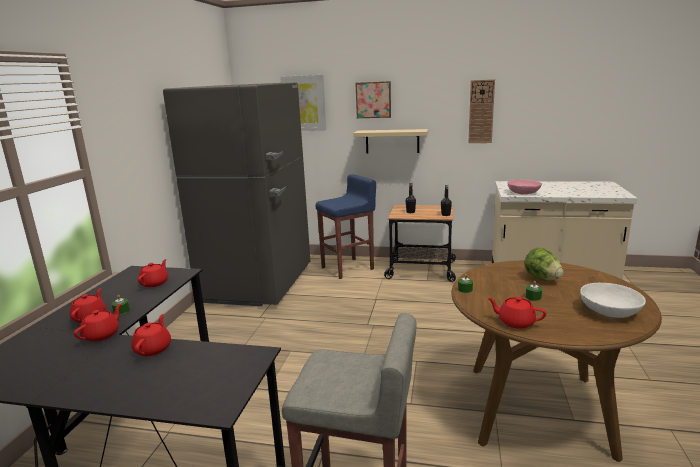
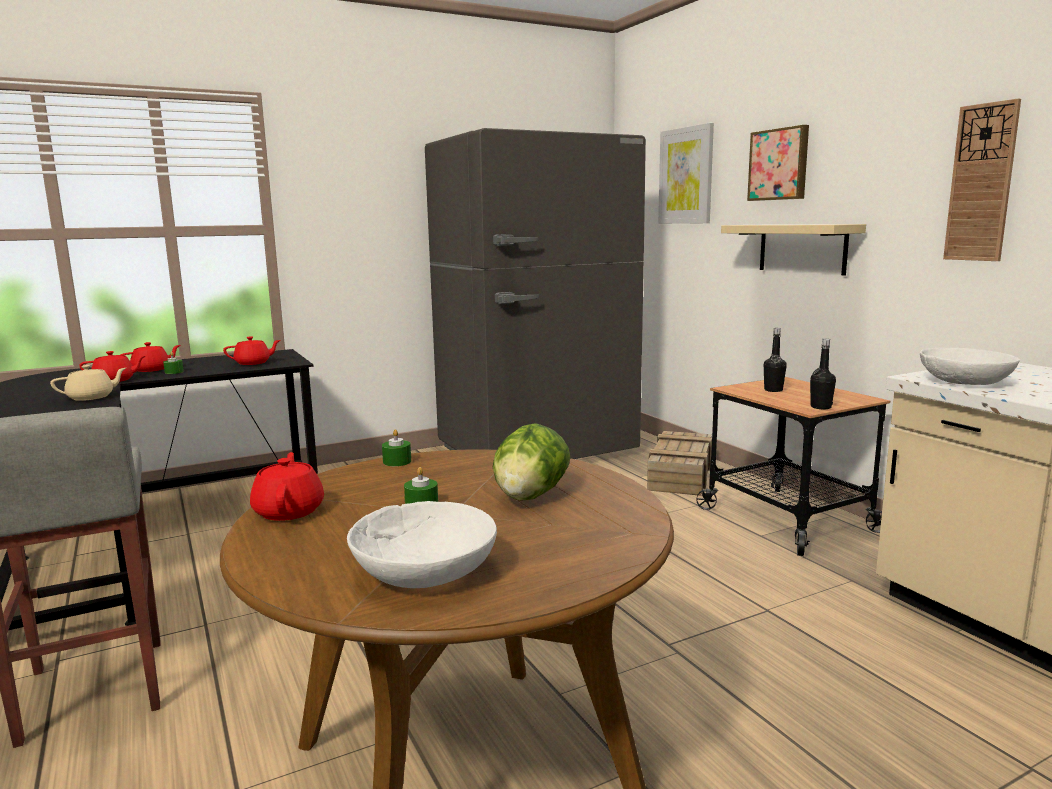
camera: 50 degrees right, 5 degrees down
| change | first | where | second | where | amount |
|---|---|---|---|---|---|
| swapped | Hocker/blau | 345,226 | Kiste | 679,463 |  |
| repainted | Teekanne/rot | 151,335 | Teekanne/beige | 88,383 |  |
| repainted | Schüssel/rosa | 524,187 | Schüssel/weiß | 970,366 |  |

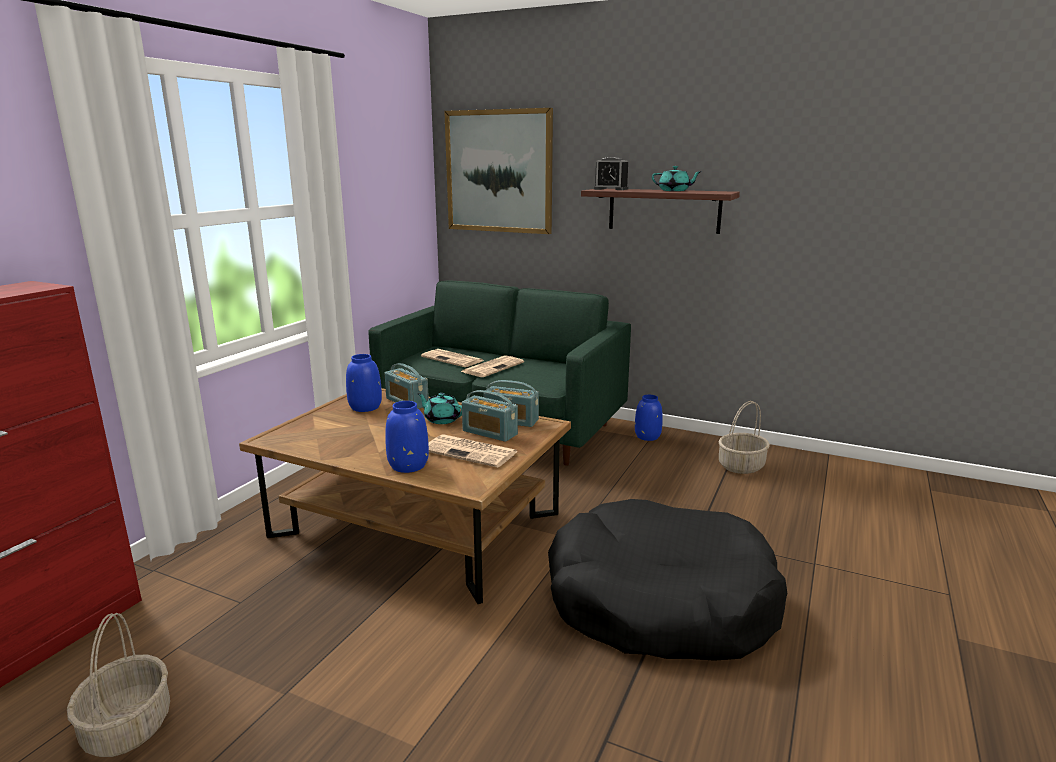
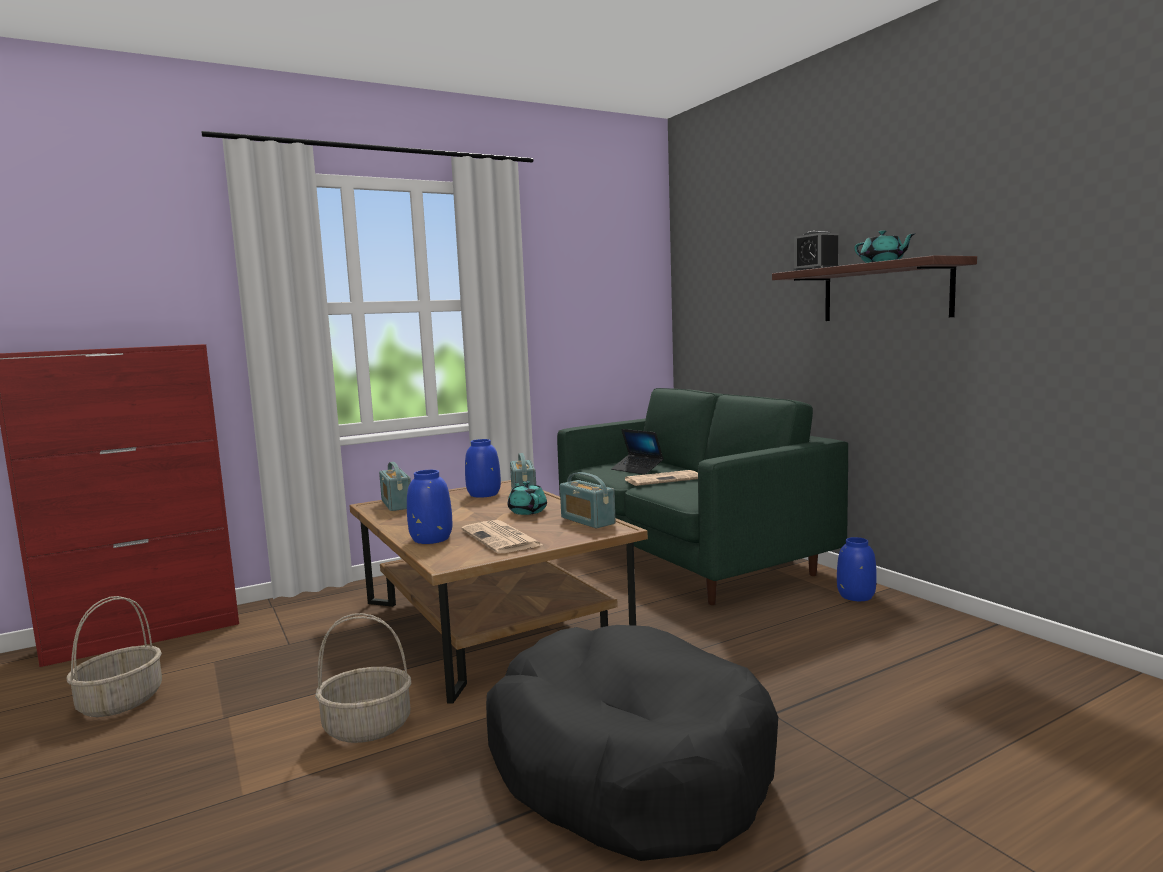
camera: 35 degrees right, 10 degrees down
| change | first | where | second | where | amount |
|---|---|---|---|---|---|
| gone | Bild | 498,171 |  |  |  |
| shifted | Radio | 490,416 |  | 395,486 |  |
| shifted | Korb | 744,437 |  | 363,678 |  |
| swapped | Zeitung | 452,358 | Laptop | 637,452 |  |

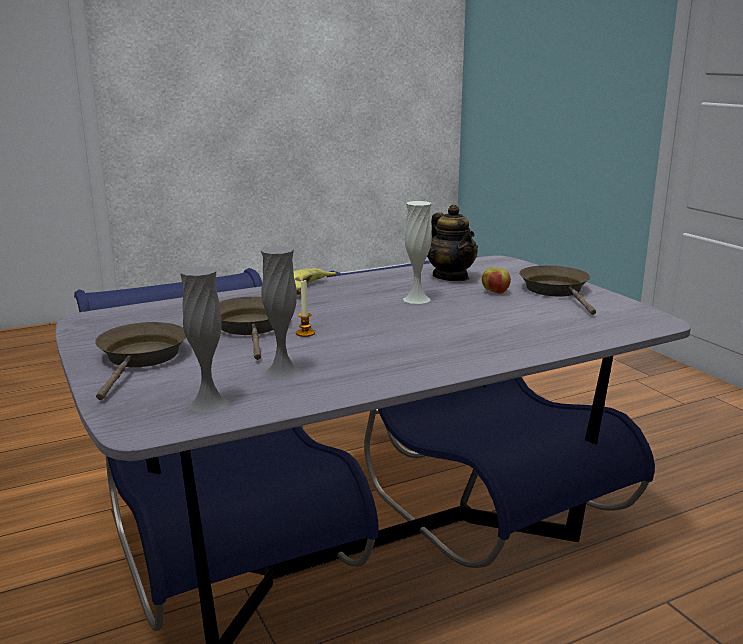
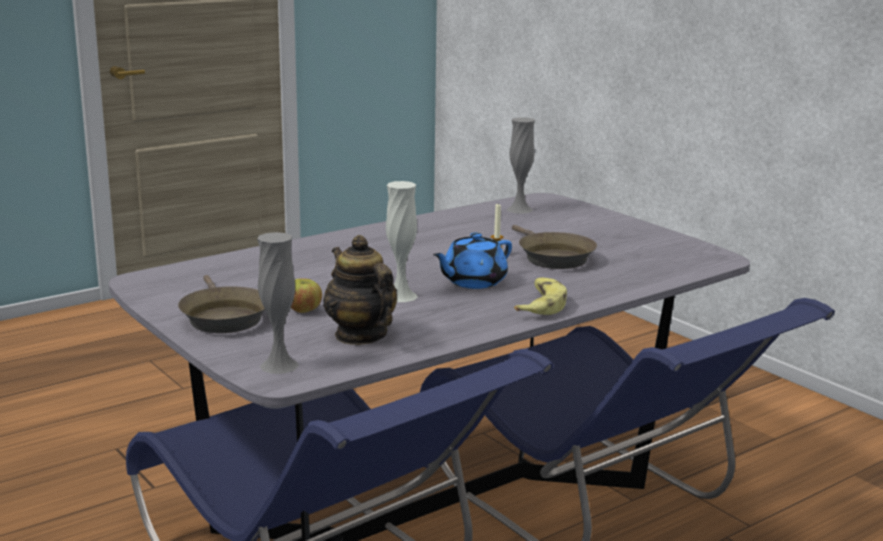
camera: 170 degrees right, 0 degrees up
| change | first | where | second | where | amount |
|---|---|---|---|---|---|
| gone | Pfanne/braun | 140,361 |  |  |  |
| new |  |  | Teekanne/blau | 472,261 |  |
| shifted | Vase/grau | 280,312 |  | 278,303 |  |

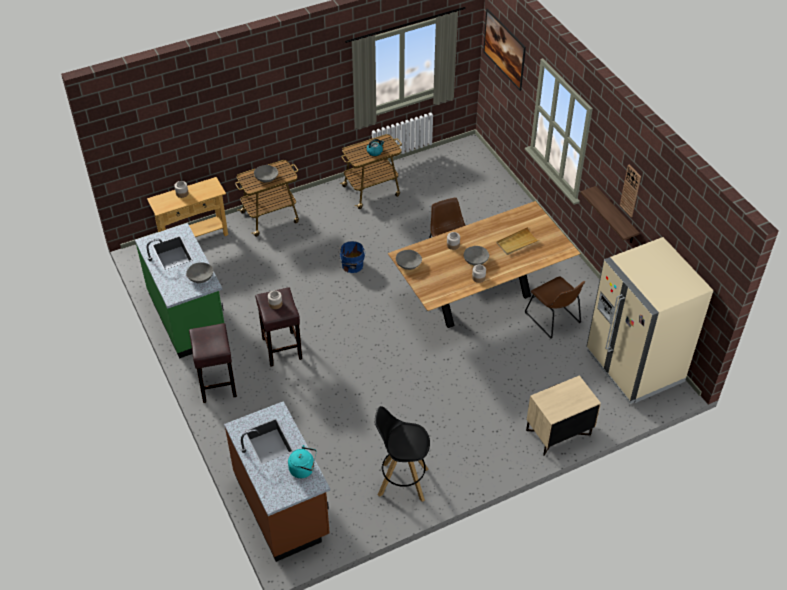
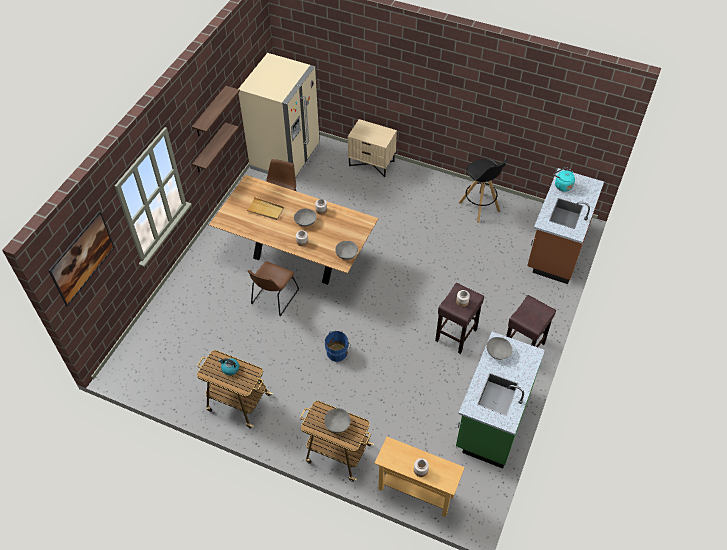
camera: 130 degrees left, 5 degrees up
| change | first | where | second | where | amount |
|---|---|---|---|---|---|
| swapped | Wanduhr | 630,191 | Wandregal | 216,111 |  |

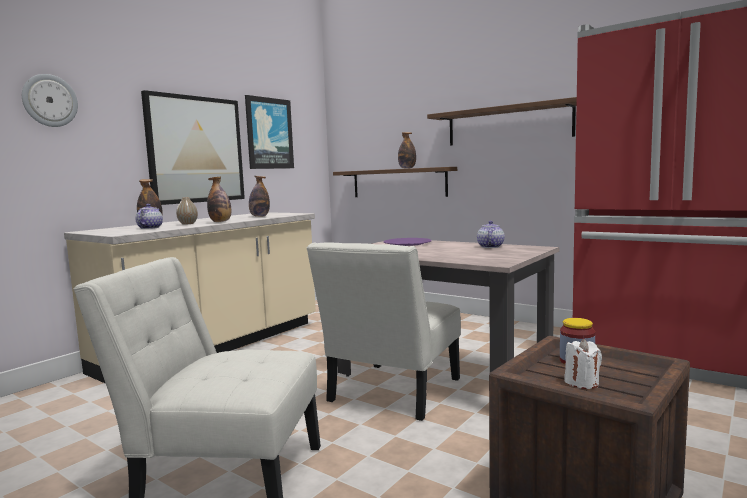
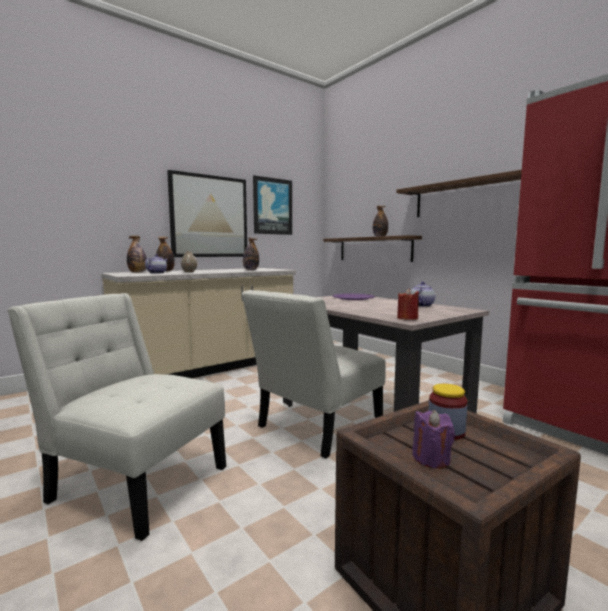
camera: 15 degrees right, 0 degrees up
| change | first | where | second | where | amount |
|---|---|---|---|---|---|
| gone | Wanduhr | 50,100 |  |  |  |
| new |  |  | Kerze/rot | 408,304 |  |
| shifted | Flasche | 219,199 |  | 137,254 |  |
| repainted | Kerze/weiß | 583,364 | Kerze/lila | 433,439 |  |

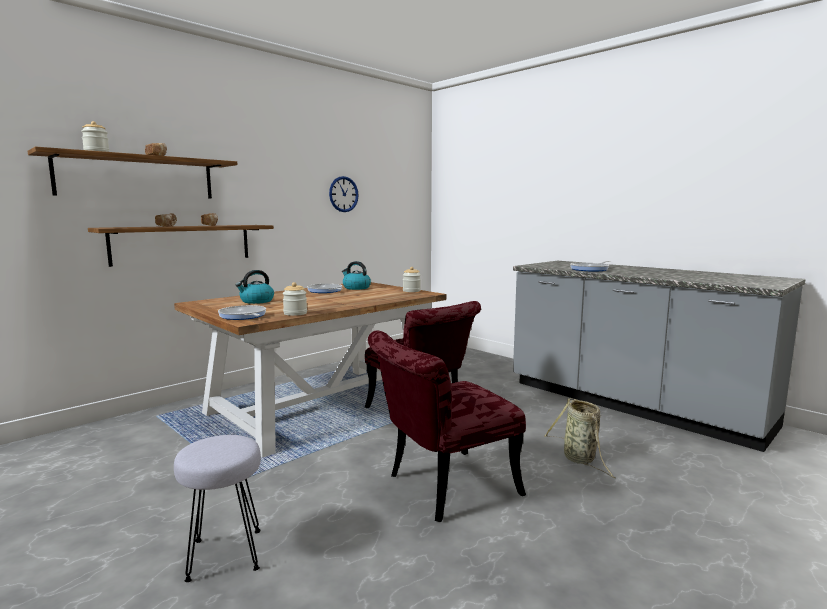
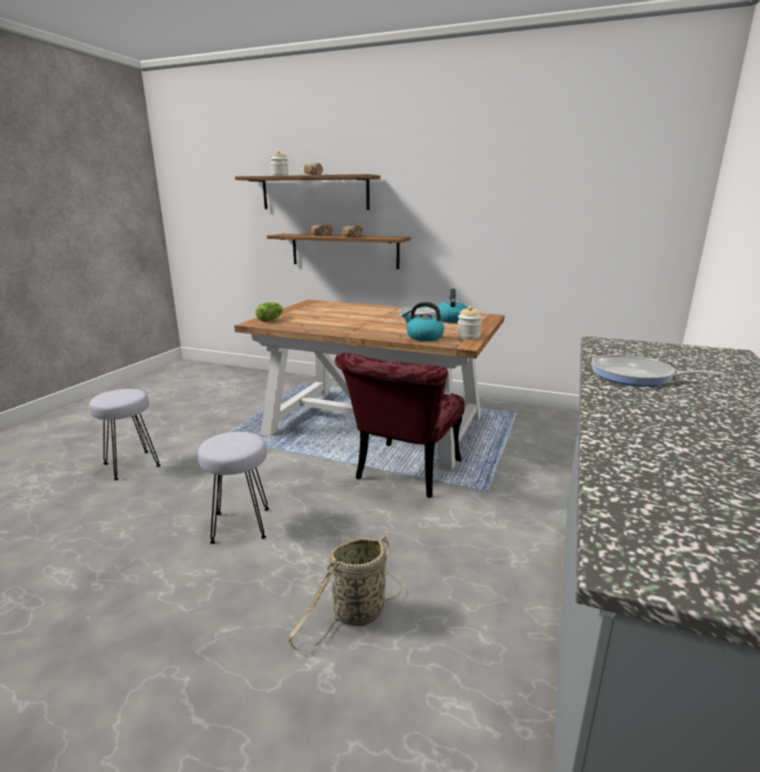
camera: 65 degrees right, 10 degrees up
| change | first | where | second | where | amount |
|---|---|---|---|---|---|
| gone | Vorratsglas | 295,299 |  |  |  |
| gone | Wanduhr | 344,194 |  |  |  |
| shifted | Wasserkessel | 255,287 |  | 423,321 |  |
| swapped | Pfanne | 242,312 | Salatkopf | 269,312 |  |
| swapped | Stuhl/rot | 447,426 | Hocker/grau | 233,488 |  |

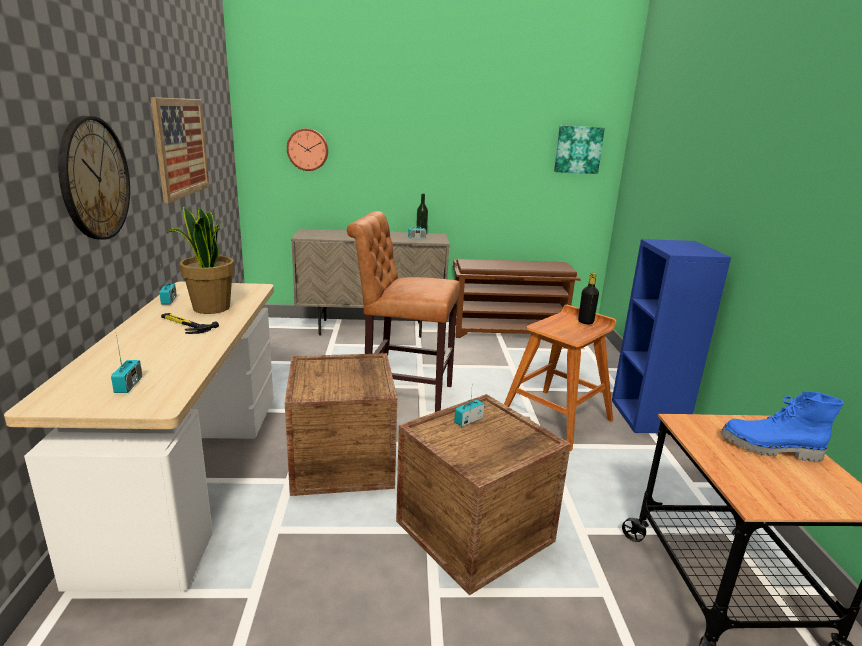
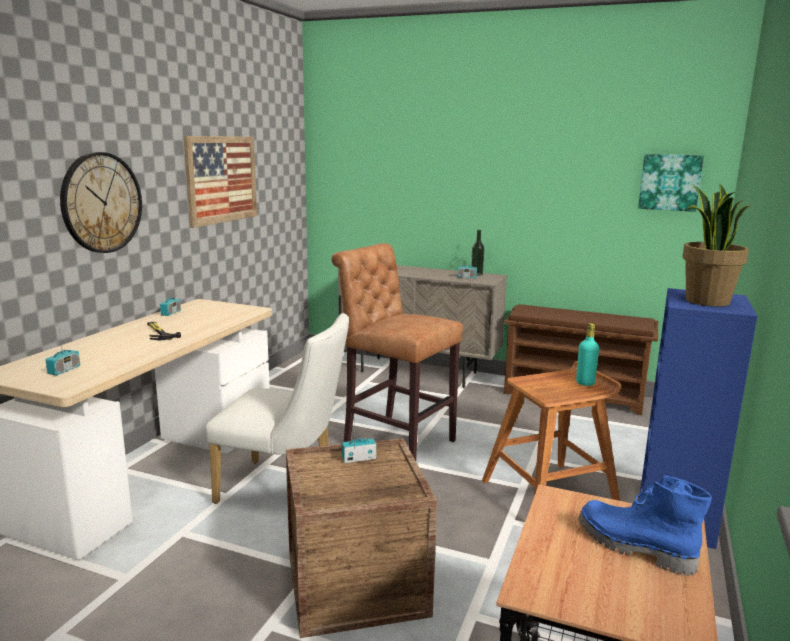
camera: 25 degrees right, 5 degrees down
| change | first | where | second | where | amount |
|---|---|---|---|---|---|
| gone | Wanduhr | 307,149 |  |  |  |
| shifted | Topfpflanze | 201,260 |  | 717,245 |  |
| swapped | Kiste | 341,424 | Stuhl/weiß | 277,408 |  |
| repainted | Flasche/schwarz | 588,298 | Flasche/türkis | 587,354 |  |

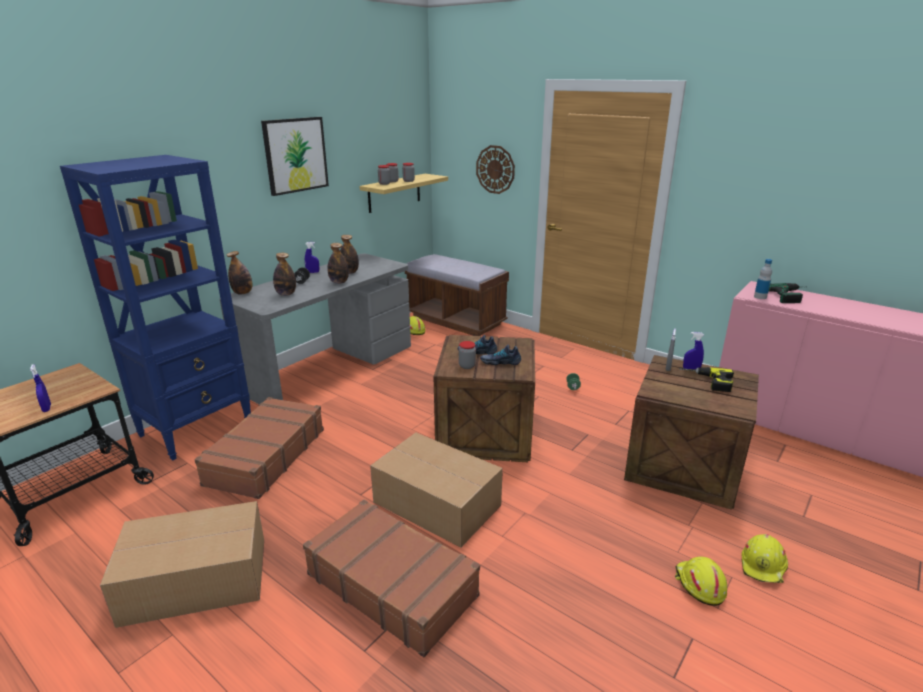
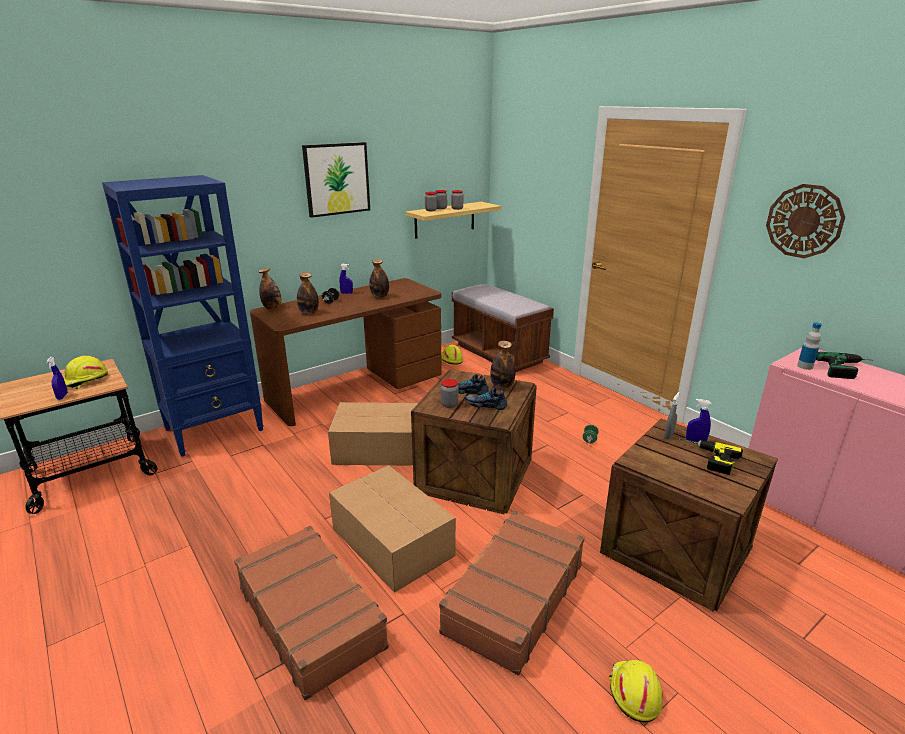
camera: 15 degrees right, 0 degrees up
| change | first | where | second | where | amount |
|---|---|---|---|---|---|
| shifted | Karton | 182,564 |  | 373,434 |  |
| shifted | Koffer/braun | 259,448 |  | 512,592 |  |
| shifted | Flasche | 338,263 |  | 502,365 |  |
| shifted | Wanduhr | 495,169 |  | 805,221 |  |
| shifted | Schutzhelm/gelb | 764,558 |  | 86,372 |  |
| repainted | Schreibtisch/grau | 315,329 | Schreibtisch/braun | 346,352 |  |

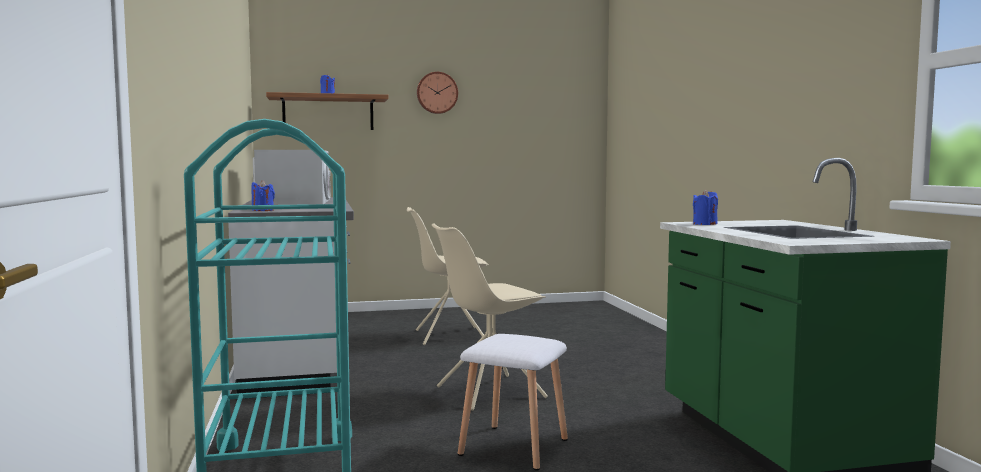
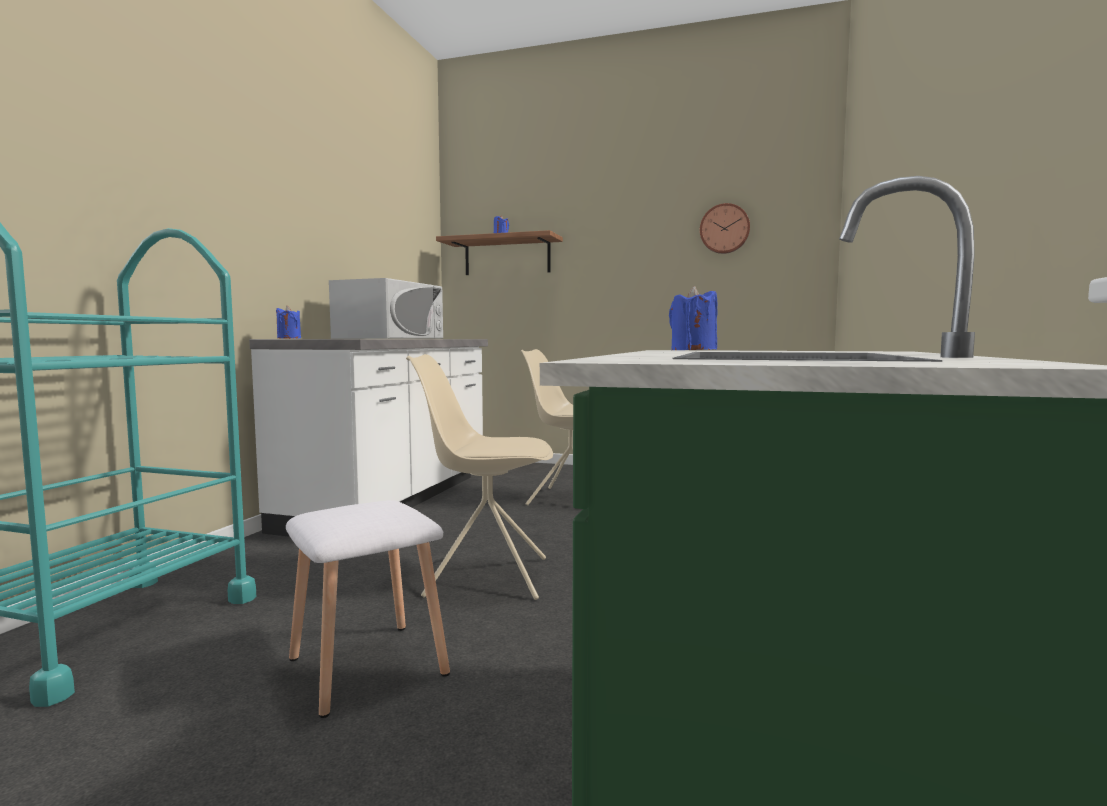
camera: 30 degrees right, 0 degrees up
| change | first | where | second | where | amount |
|---|---|---|---|---|---|
| shifted | Wanduhr | 437,93 |  | 725,228 |  |

